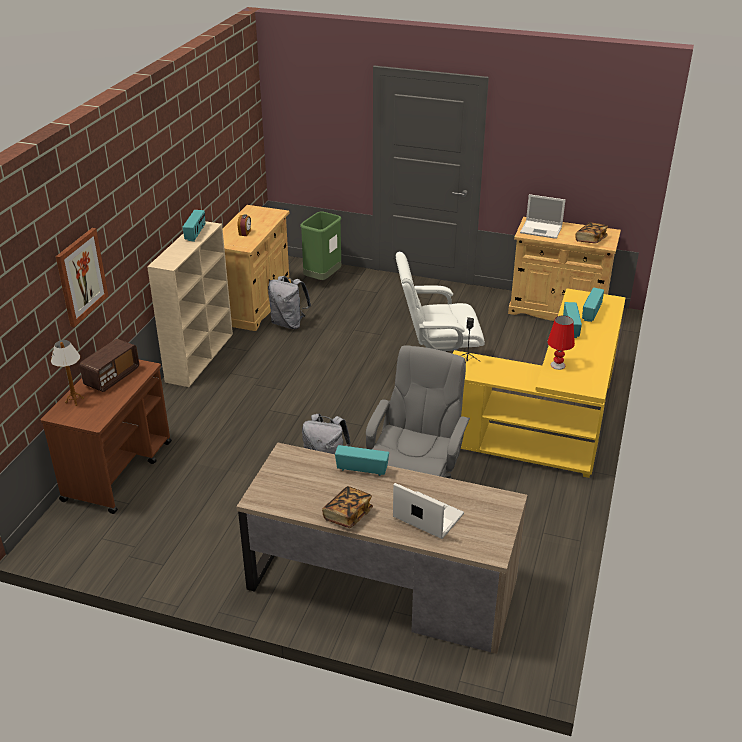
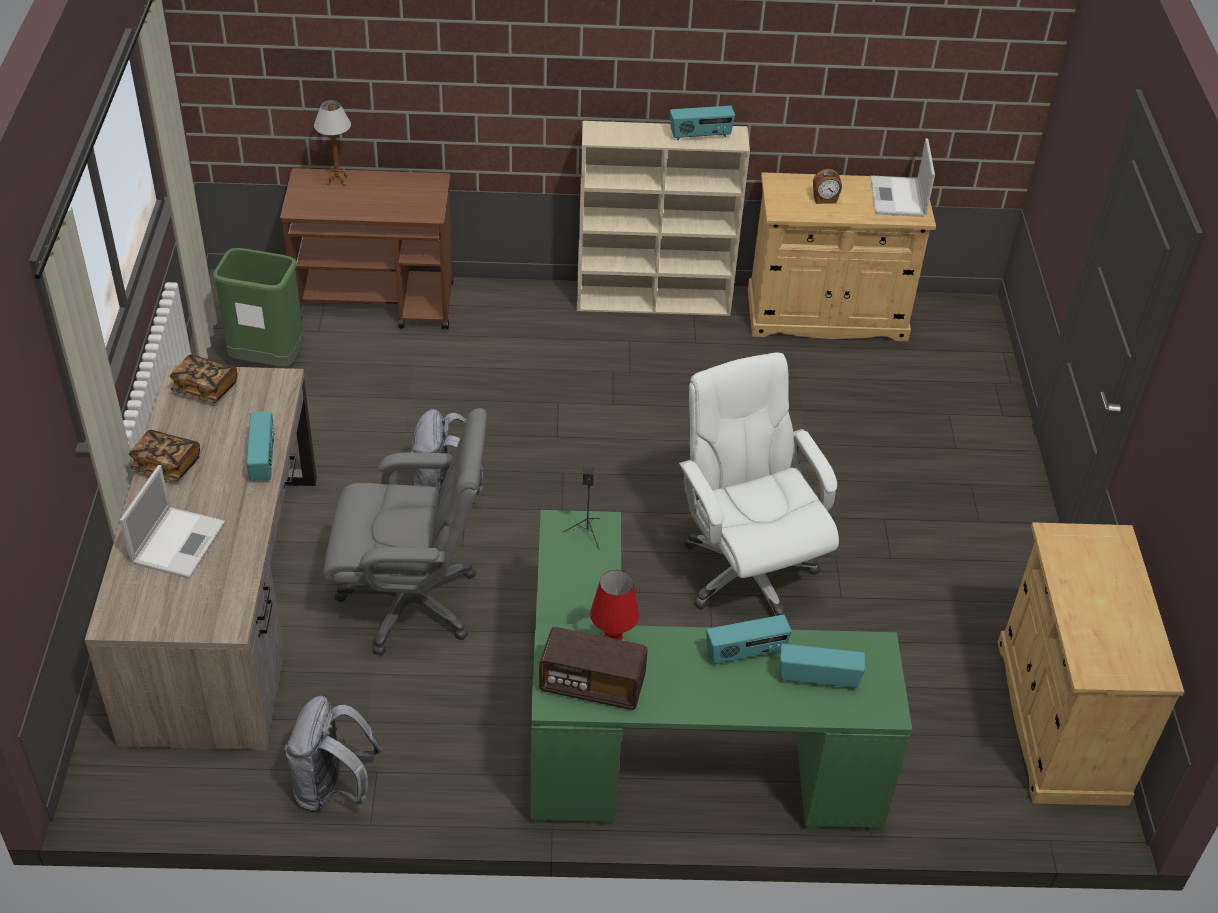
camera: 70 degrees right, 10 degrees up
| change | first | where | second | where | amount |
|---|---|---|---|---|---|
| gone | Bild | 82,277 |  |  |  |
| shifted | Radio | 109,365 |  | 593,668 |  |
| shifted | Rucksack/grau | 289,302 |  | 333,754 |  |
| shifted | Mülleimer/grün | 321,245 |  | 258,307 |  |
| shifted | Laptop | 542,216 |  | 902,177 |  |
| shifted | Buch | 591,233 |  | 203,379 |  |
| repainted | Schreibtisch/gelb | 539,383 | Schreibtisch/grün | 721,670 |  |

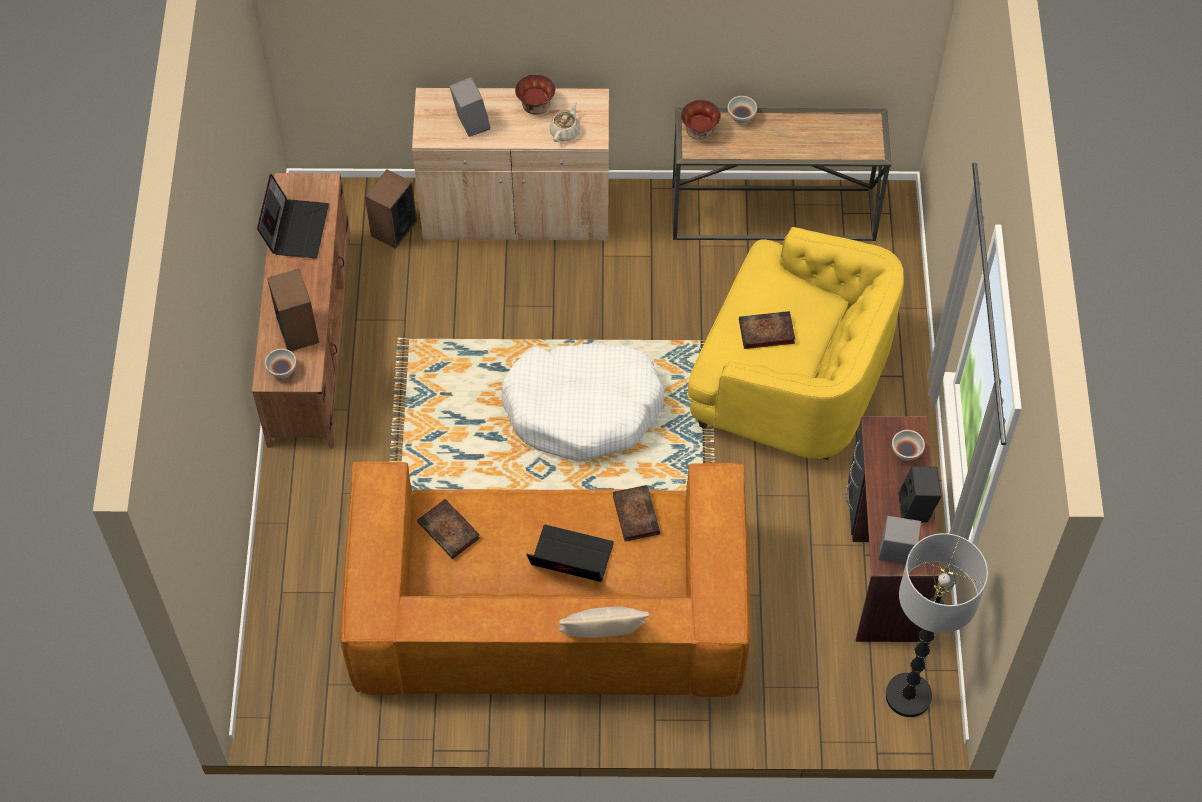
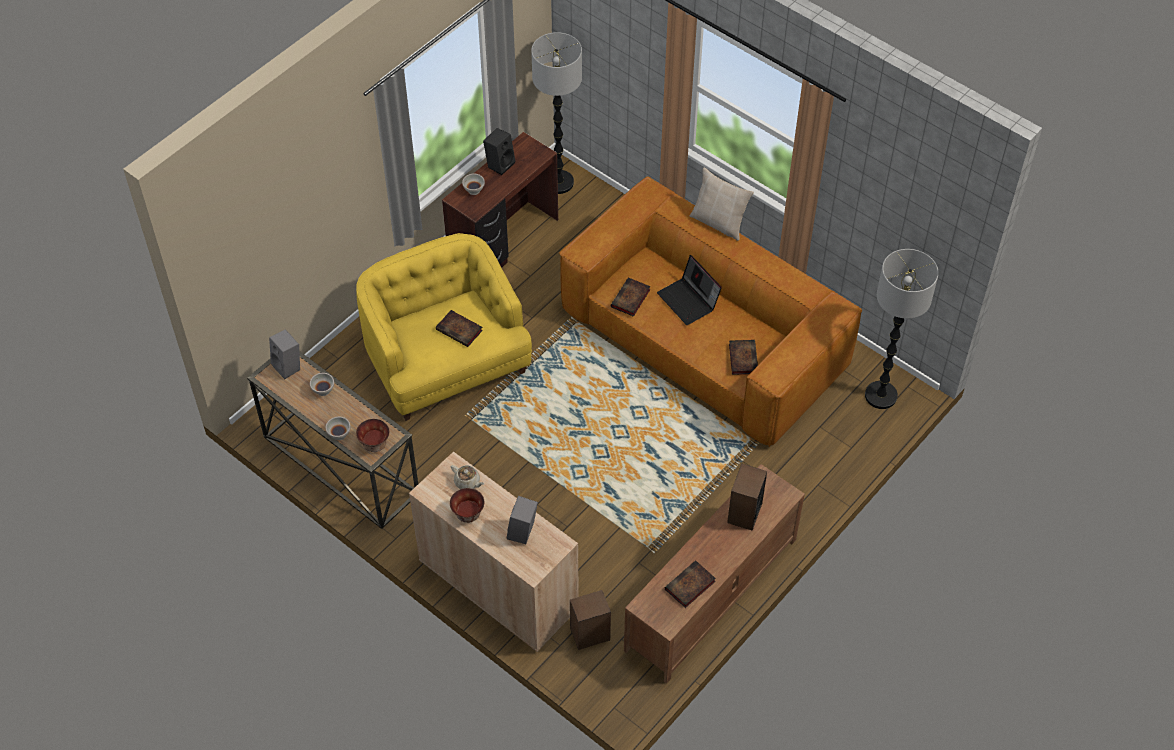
camera: 140 degrees left, 5 degrees down
| change | first | where | second | where | amount |
|---|---|---|---|---|---|
| gone | Hundebett/weiß | 583,402 |  |  |  |
| new |  |  | Stehlampe | 902,329 |  |
| shifted | Schüssel/weiß | 281,364 |  | 322,384 |  |
| shifted | Lautsprecher/grau | 900,540 |  | 284,354 |  |
| swapped | Laptop | 293,216 | Buch | 690,584 |  |
| rotated | Teekanne/beige | 565,122 |  | 467,477 | 120 degrees counterclockwise |

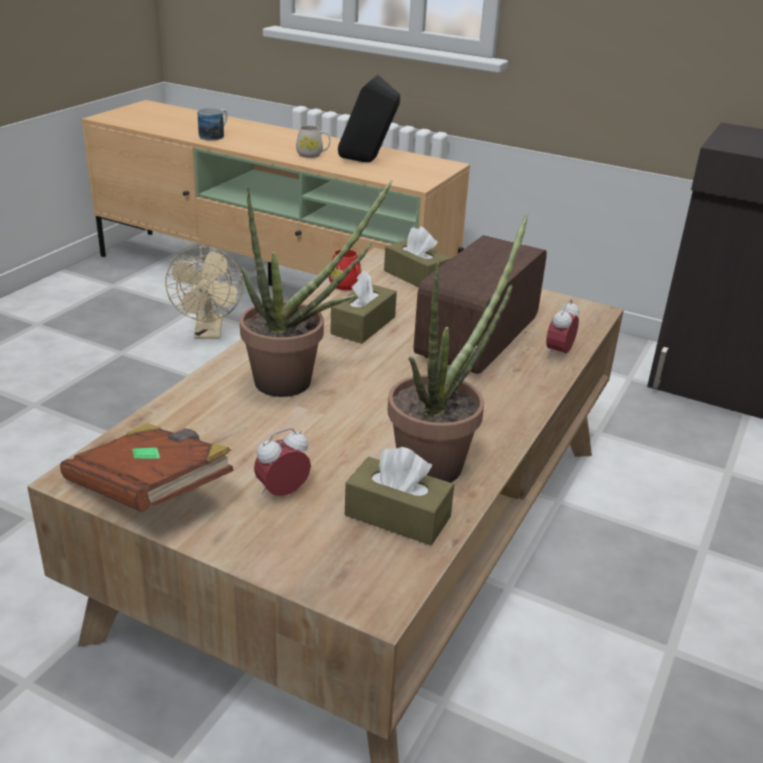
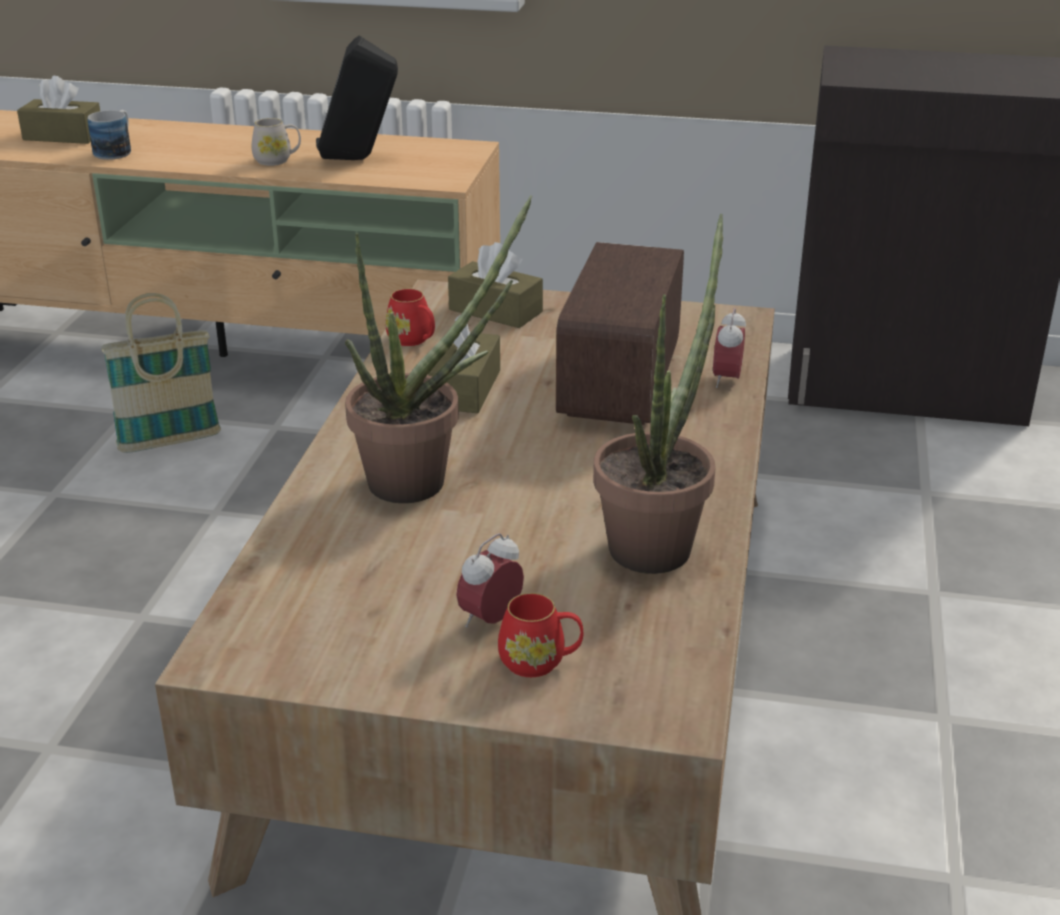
camera: 15 degrees left, 0 degrees up
| change | first | where | second | where | amount |
|---|---|---|---|---|---|
| gone | Buch/braun | 147,468 |  |  |  |
| new |  |  | Henkelbecher/rot | 540,635 |  |
| shifted | Taschentuchbox/braun | 399,496 |  | 58,110 |  |
| swapped | Ventilator/beige | 204,292 | Korb | 161,373 |  |

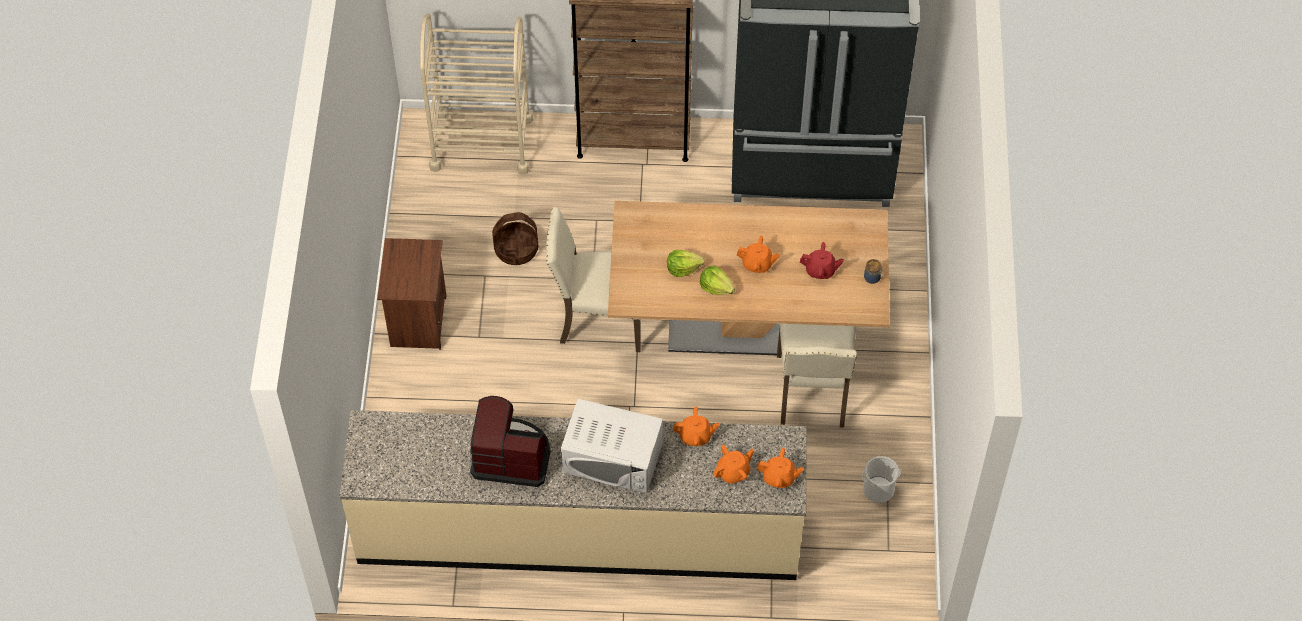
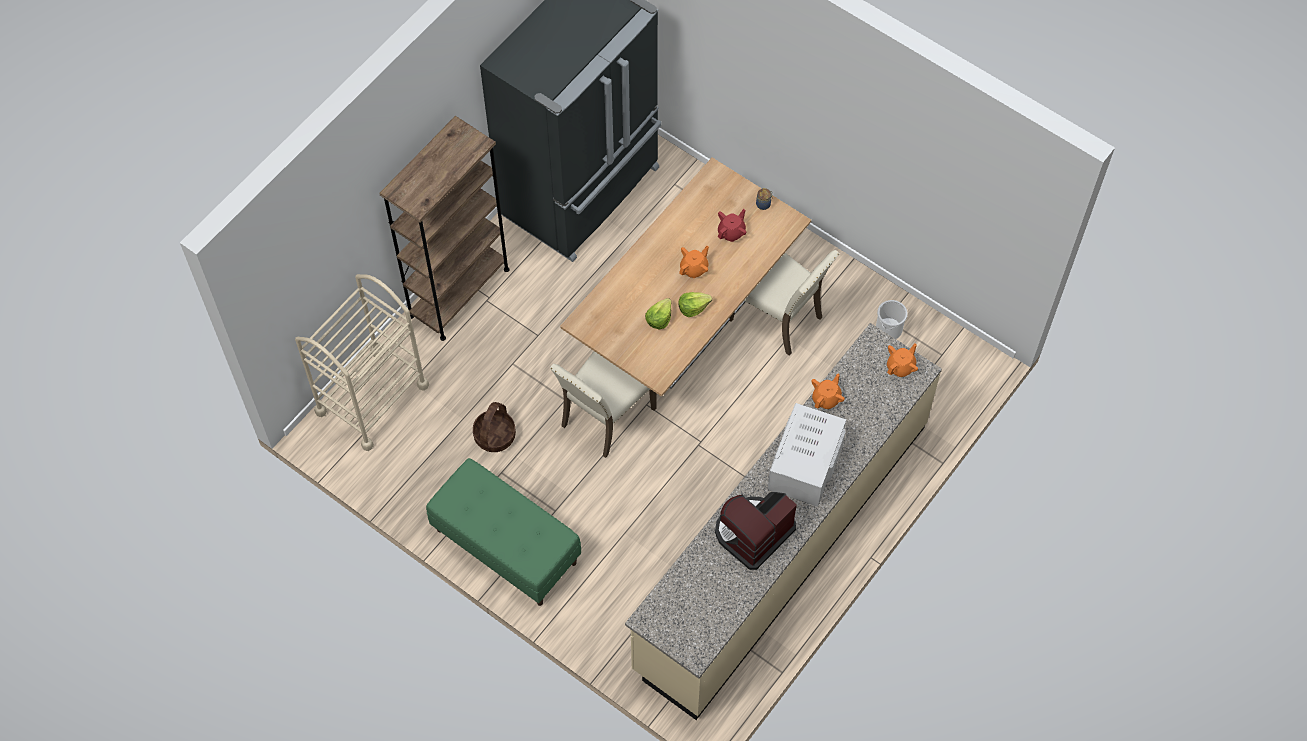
camera: 55 degrees left, 5 degrees up
| change | first | where | second | where | amount |
|---|---|---|---|---|---|
| gone | Teekanne/orange | 733,464 |  |  |  |
| swapped | Nachttisch/braun | 411,294 | Bank/grün | 503,532 |  |
| rotated | Mikrowelle/weiß | 612,446 |  | 807,455 | 150 degrees clockwise |

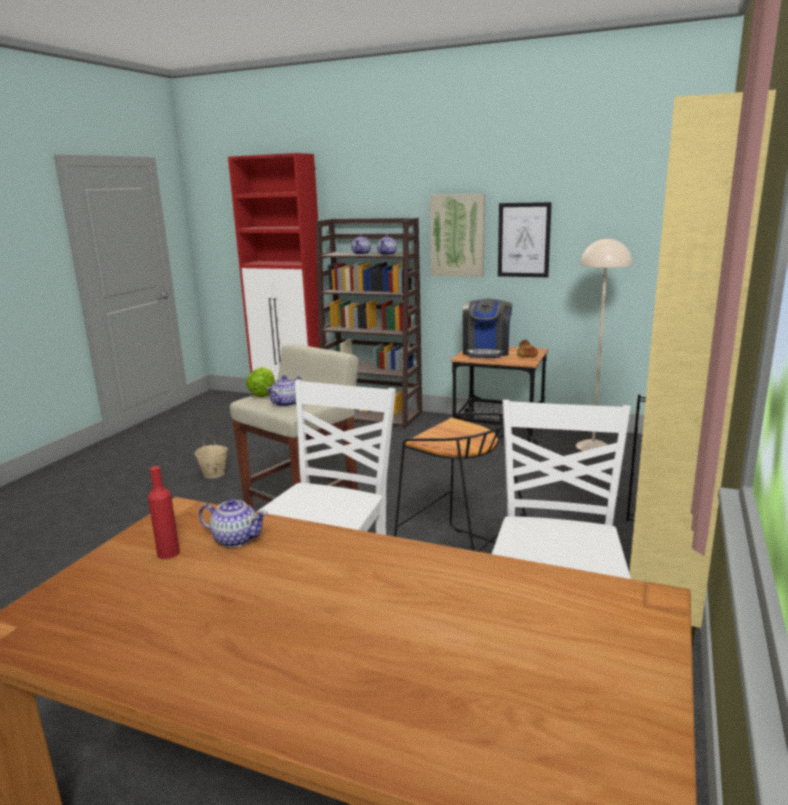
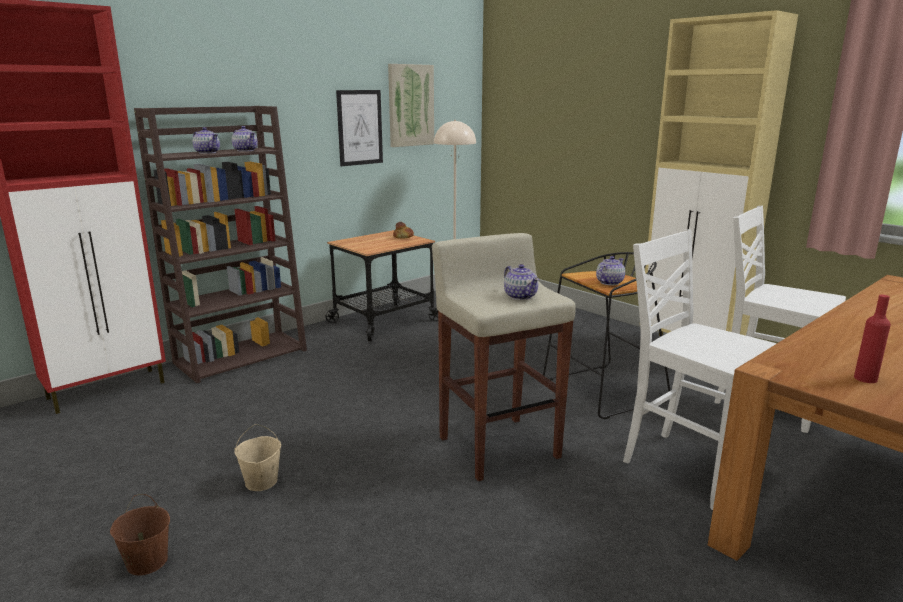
camera: 65 degrees left, 0 degrees up
| change | first | where | second | where | amount |
|---|---|---|---|---|---|
| gone | Salatkopf | 260,382 |  |  |  |
| gone | Kaffeemaschine | 487,328 |  |  |  |
| new |  |  | Eimer/braun | 140,534 |  |
| shifted | Teekanne | 233,522 |  | 610,270 |  |
| shifted | Bild | 457,235 |  | 411,105 |  |

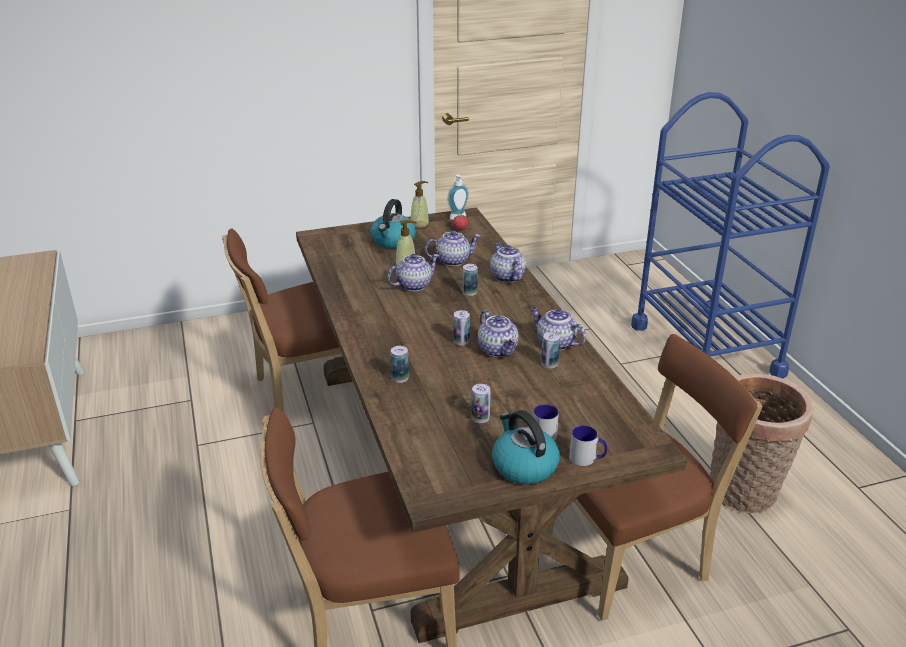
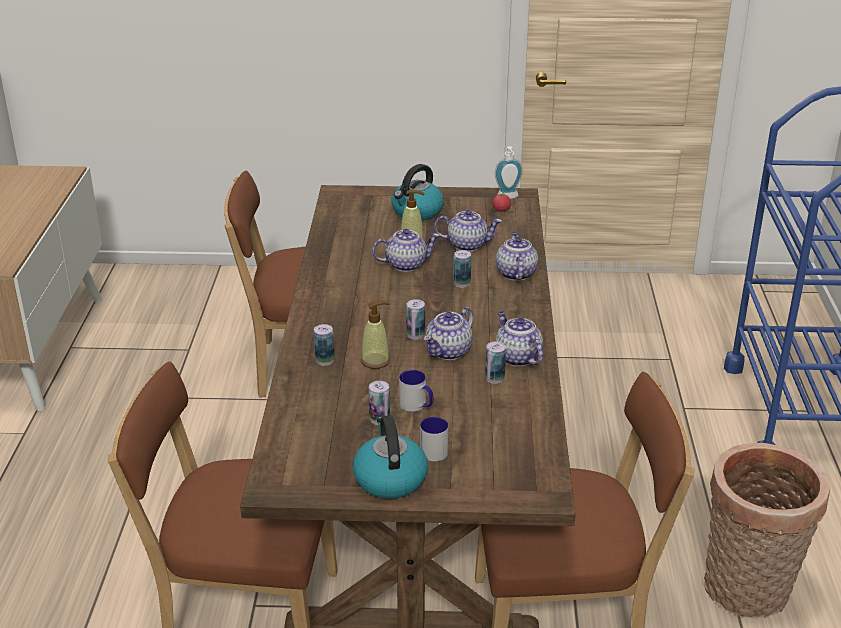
camera: 20 degrees right, 0 degrees up
| change | first | where | second | where | amount |
|---|---|---|---|---|---|
| shifted | Seifenspender | 420,205 |  | 375,335 |  |
| shifted | Henkelbecher | 588,445 |  | 416,391 |  |
| rotated | Teekanne | 498,333 |  | 448,333 | 45 degrees clockwise |

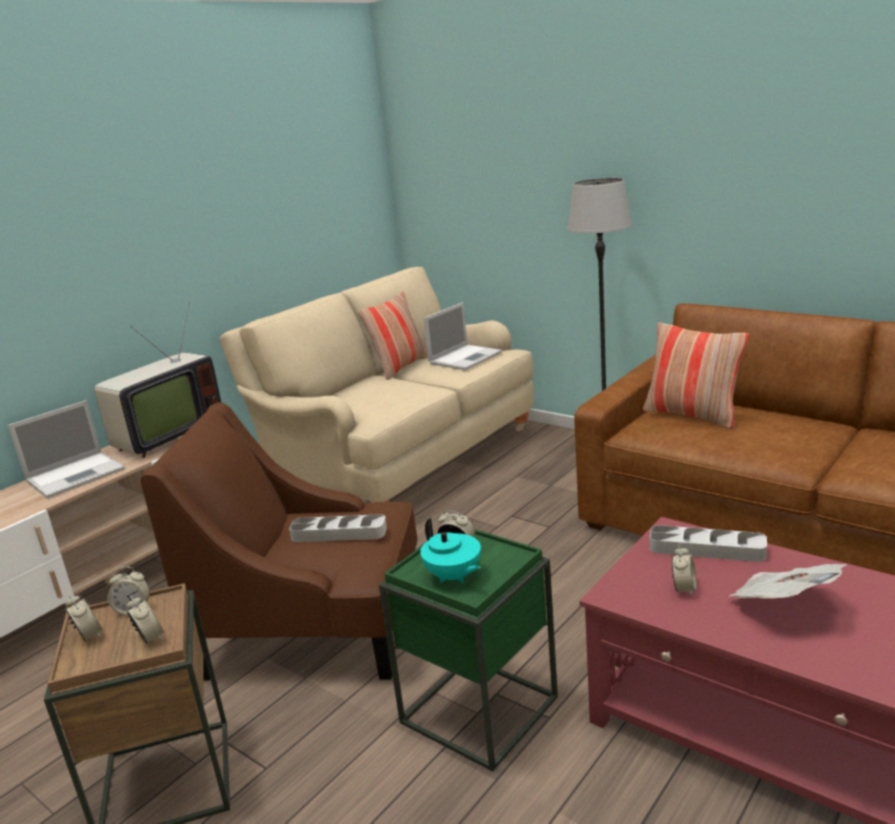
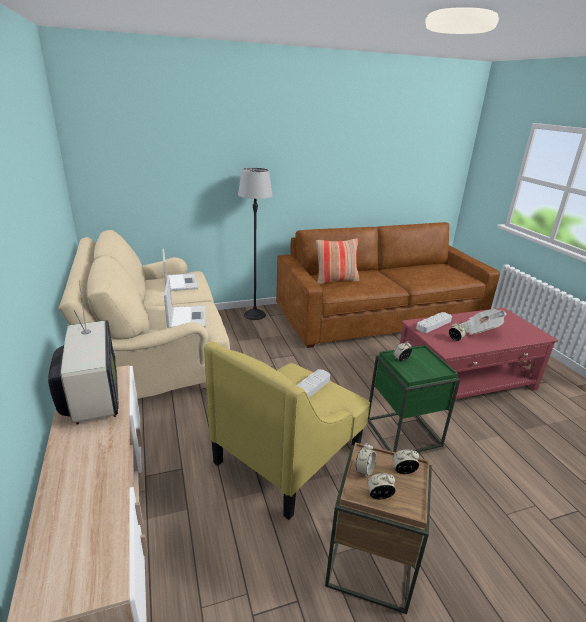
camera: 60 degrees left, 5 degrees up
| change | first | where | second | where | amount |
|---|---|---|---|---|---|
| gone | Kissen | 393,335 |  |  |  |
| gone | Teekanne/türkis | 450,550 |  |  |  |
| shifted | Laptop | 66,449 |  | 185,302 |  |
| repainted | Sessel/braun | 278,541 | Sessel/gelb | 287,431 |  |

